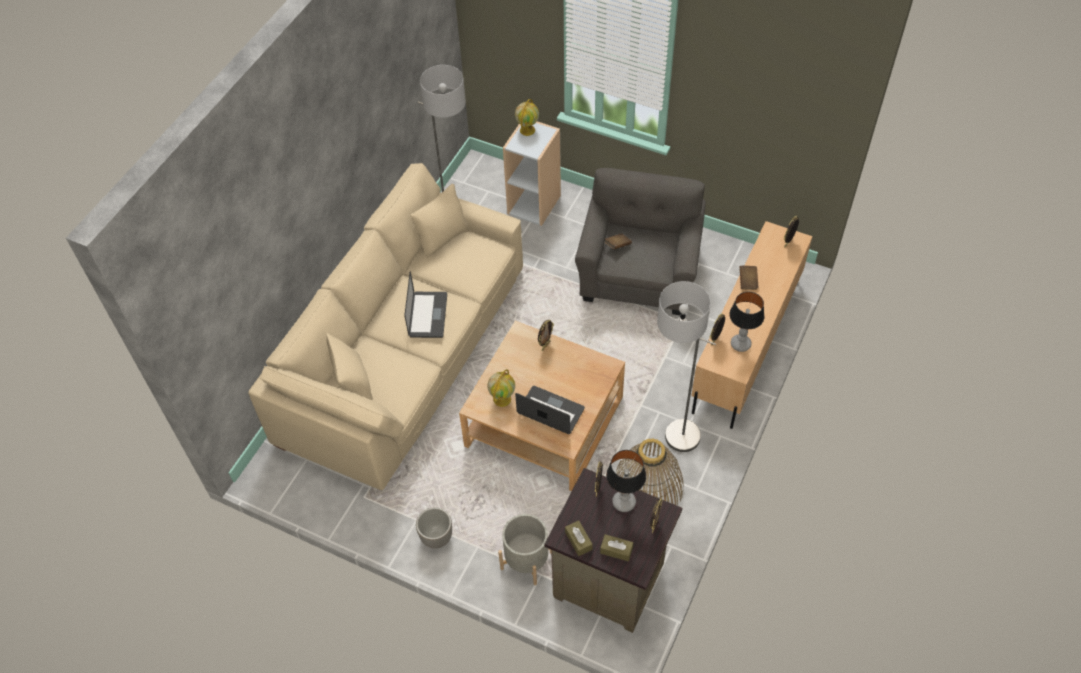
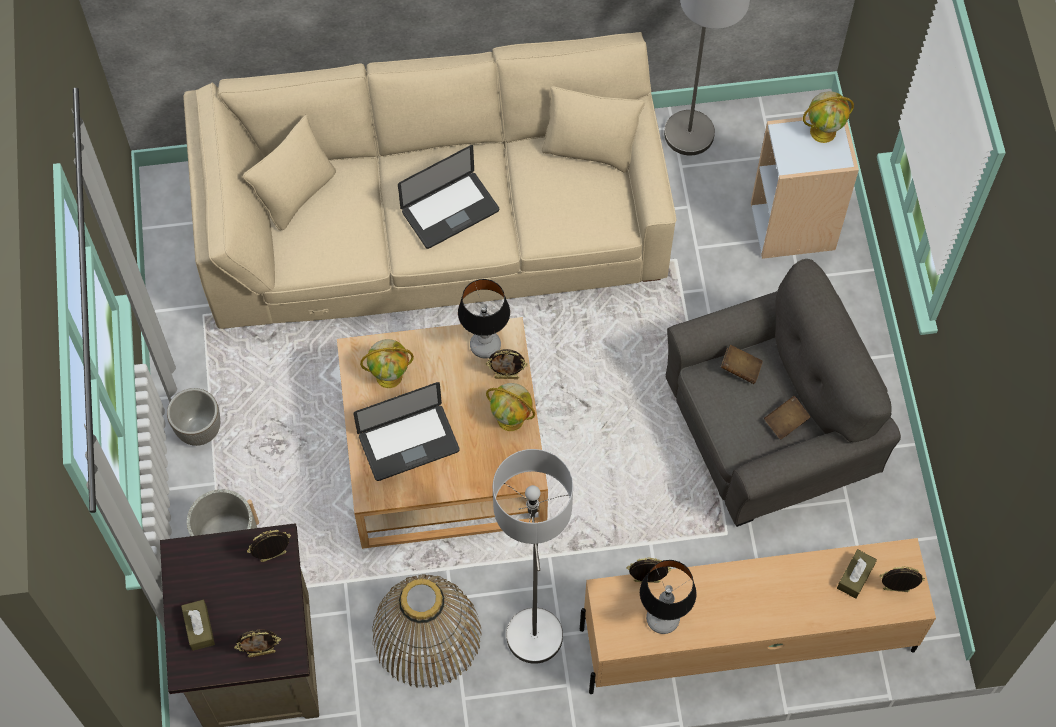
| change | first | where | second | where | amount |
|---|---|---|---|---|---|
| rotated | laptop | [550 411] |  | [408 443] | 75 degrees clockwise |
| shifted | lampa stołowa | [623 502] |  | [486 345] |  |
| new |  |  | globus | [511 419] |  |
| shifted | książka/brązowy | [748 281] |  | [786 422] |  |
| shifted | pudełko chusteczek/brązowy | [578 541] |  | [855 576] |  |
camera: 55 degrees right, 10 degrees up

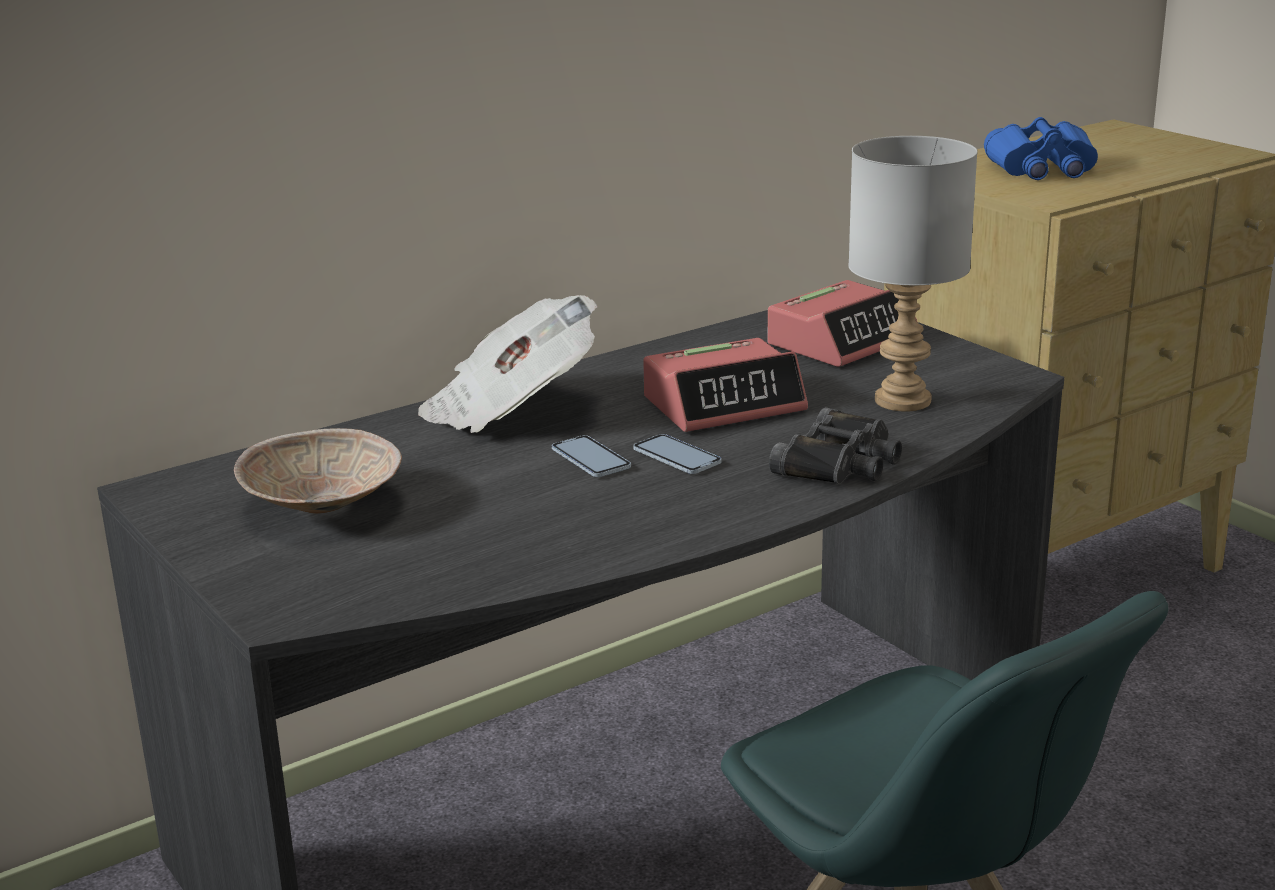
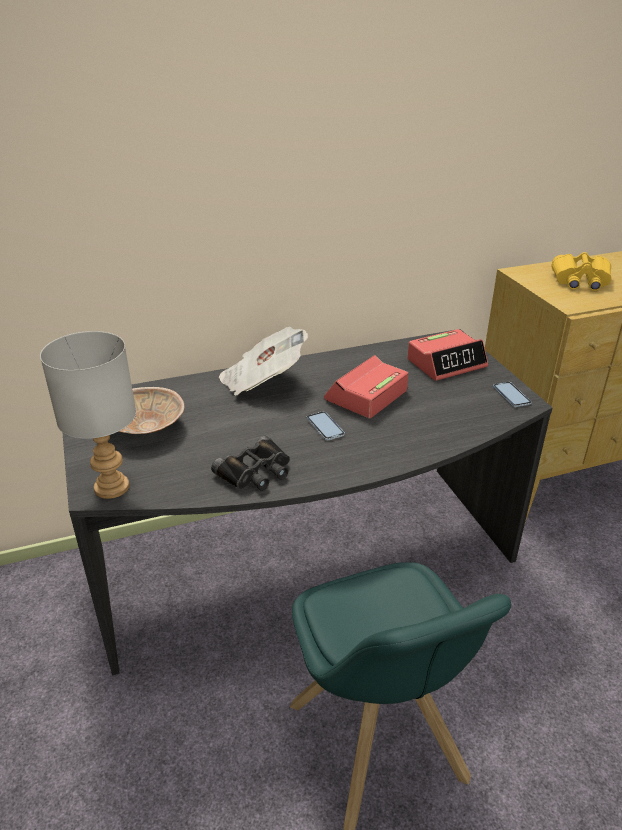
| change | first | where | second | where | amount |
|---|---|---|---|---|---|
| shifted | lampa stołowa/szary | [901 401] |  | [110 487] |  |
| shifted | lornetka/czarny | [840 462] |  | [256 471] |  |
| rotated | budzik | [724 404] |  | [366 396] | 135 degrees clockwise |
| shifted | telefon | [591 459] |  | [511 395] |  |
| repainted | lornetka/niebieski | [1042 169] | lornetka/żółty | [580 281] |  |
camera: 15 degrees right, 10 degrees up

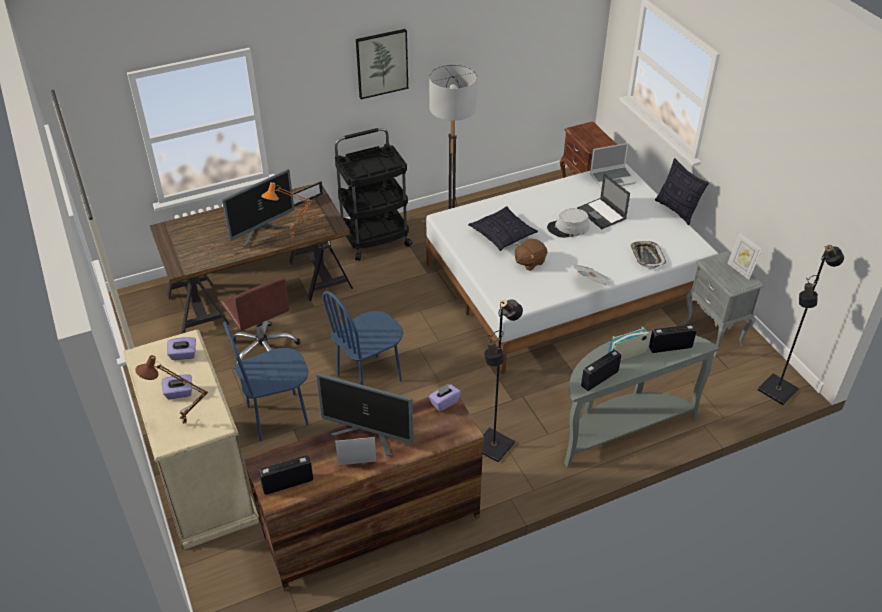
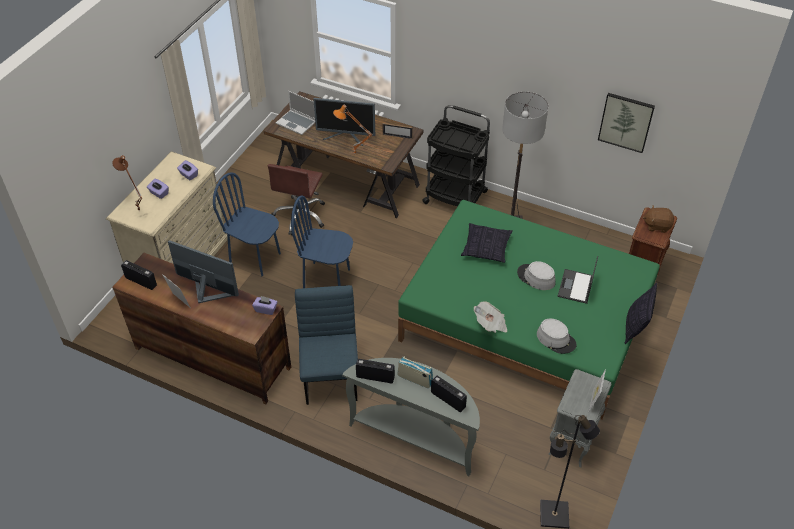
| change | first | where | second | where | amount |
|---|---|---|---|---|---|
| rotated | monitor | [369 436] |  | [207 292] | 135 degrees clockwise |
| shifted | laptop | [613 178] |  | [297 123] |  |
| swapped | lampa stojąca/czarny | [493 445] | krzesło/niebieski | [331 375] |  |
| repainted | łóżko/biały | [563 284] | łóżko/zielony | [525 321] |  |
| swapped | taca | [647 256] | kapelusz/szary | [556 339] |  |
| shifted | obraz | [381 63] |  | [626 122] |  |
| shifted | pluszak/brązowy | [529 262] |  | [657 225] |  |
camera: 50 degrees right, 5 degrees up

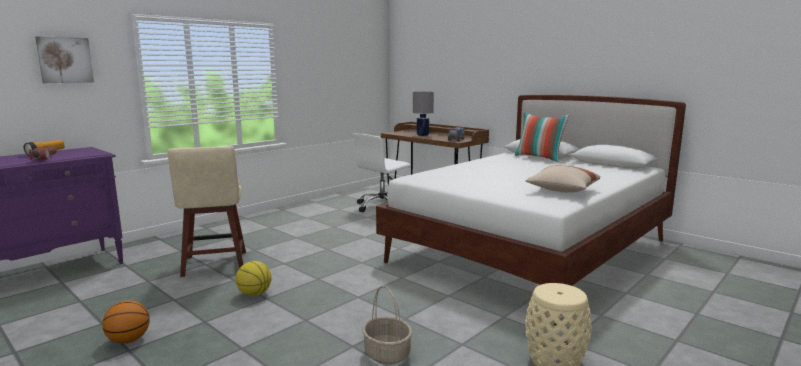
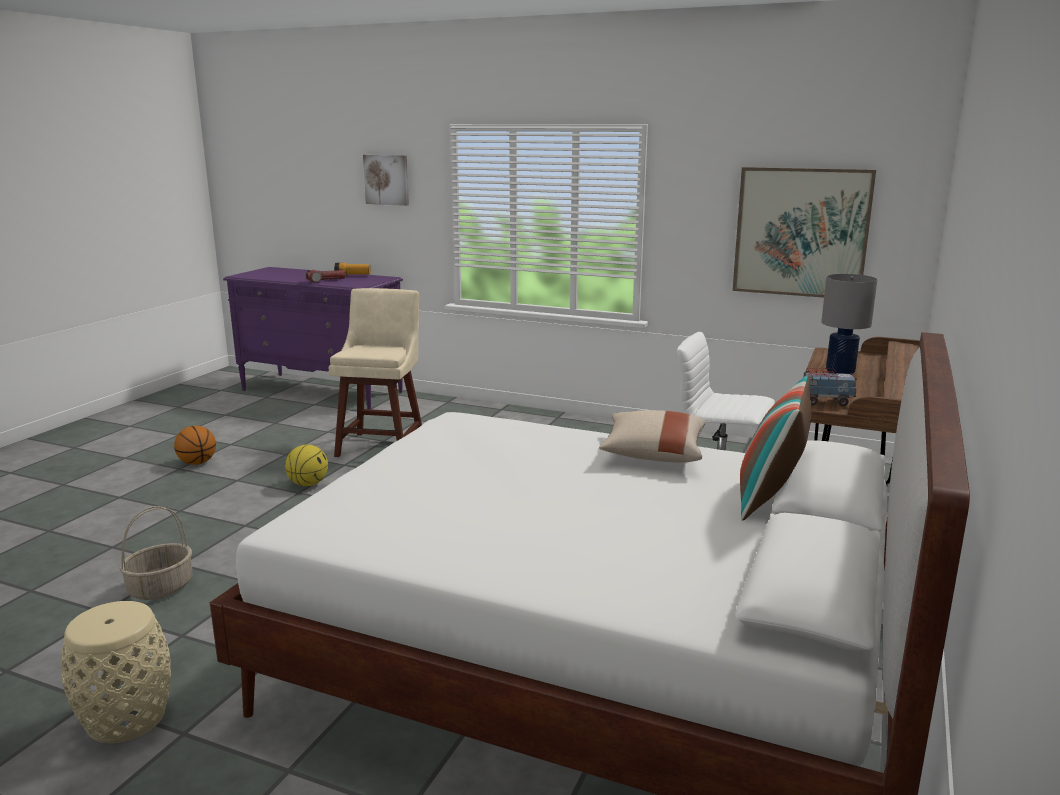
| change | first | where | second | where | amount |
|---|---|---|---|---|---|
| rotated | krzesło/beżowy | [214 265] |  | [383 445] | 135 degrees clockwise |
| shifted | poduszka/beżowy | [562 191] |  | [653 454] |  |
| new |  |  | obraz | [801 232] |  |
camera: 70 degrees right, 5 degrees up

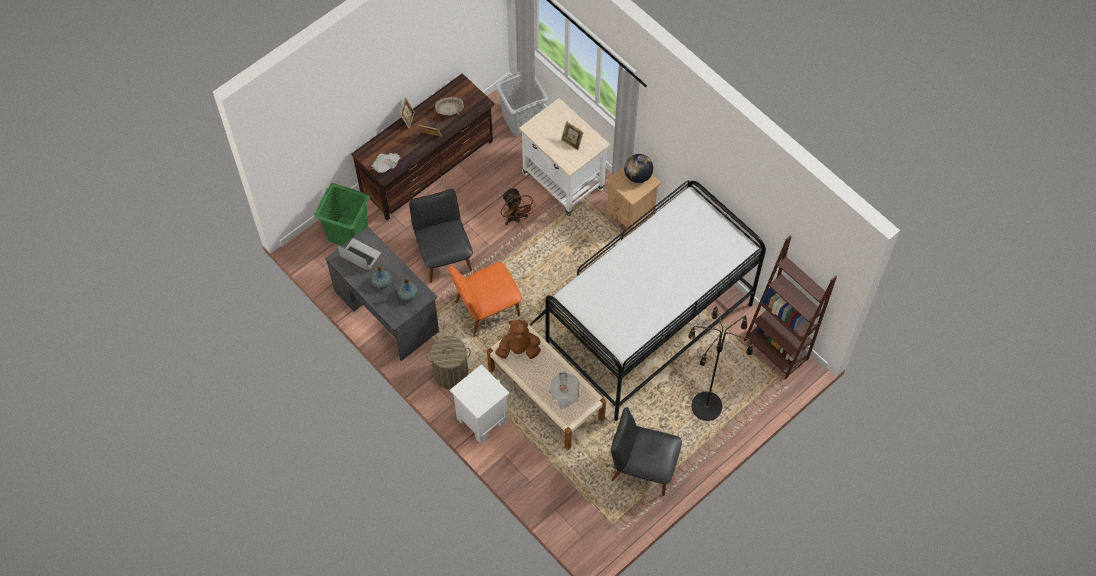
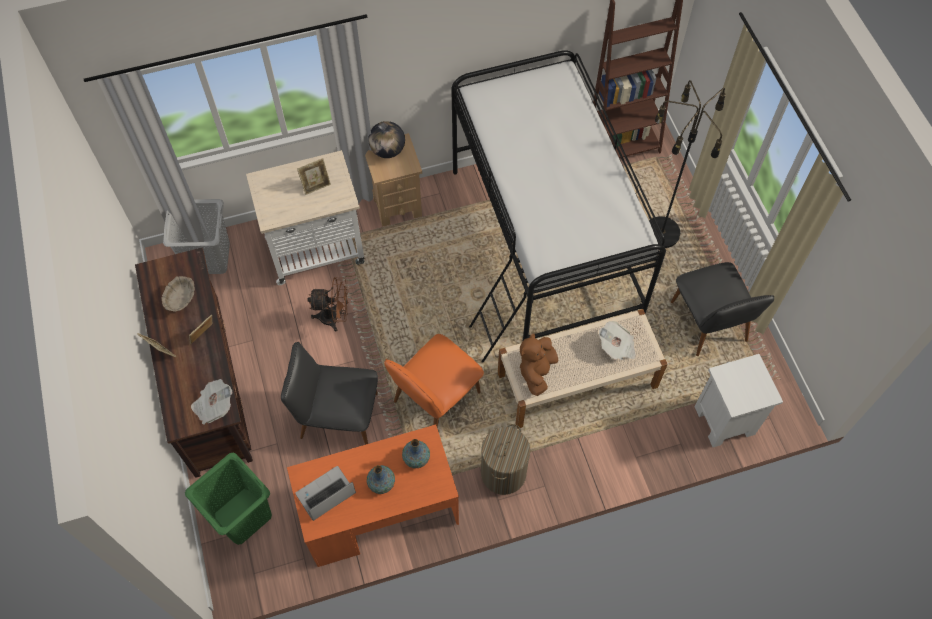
| change | first | where | second | where | amount |
|---|---|---|---|---|---|
| repainted | biurko/szary | [386 311] | biurko/pomarańczowy | [380 513] |  |
| rotated | krzesło/pomarańczowy | [487 309] |  | [437 397] | 45 degrees clockwise |
| rotated | krzesło/czarny | [643 467] |  | [708 321] | 60 degrees counterclockwise |
| shifted | szafka nocna/biały | [482 419] |  | [723 419] |  |
camera: 65 degrees left, 0 degrees up

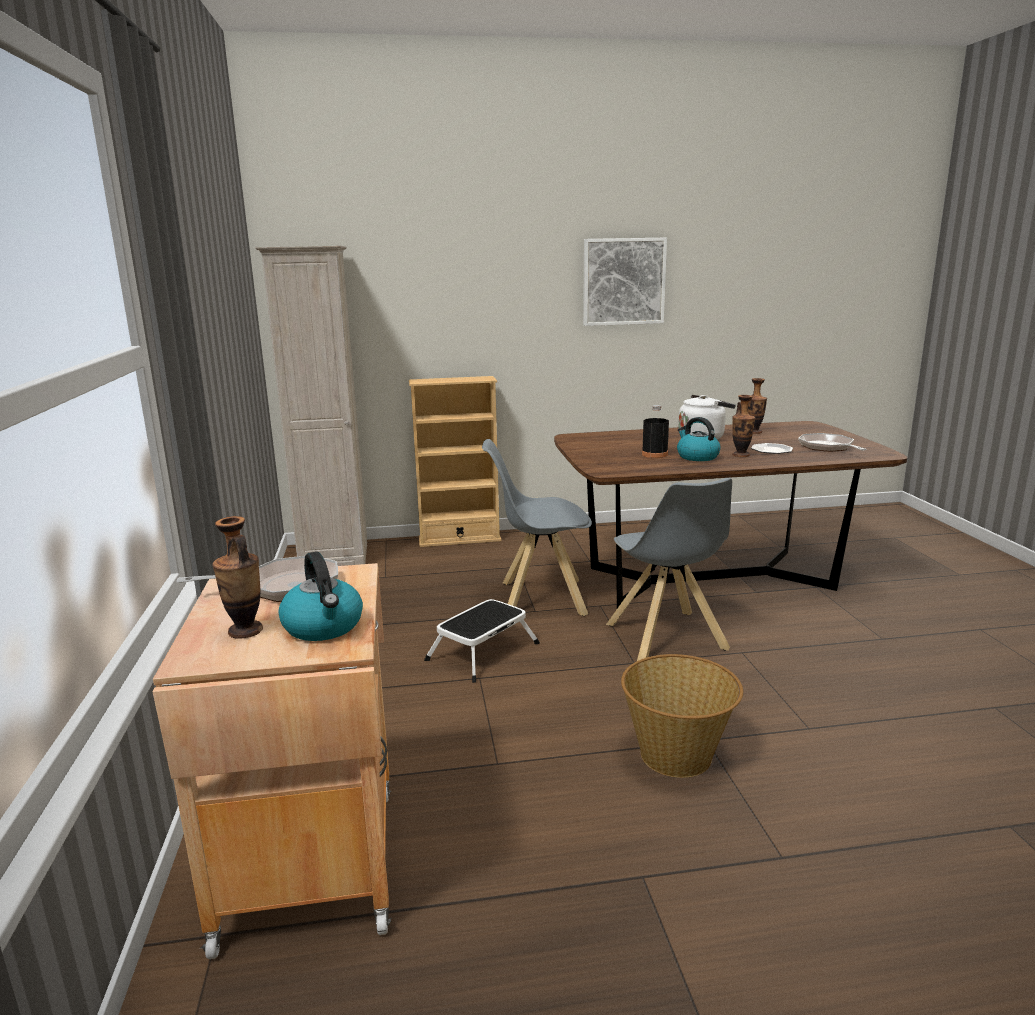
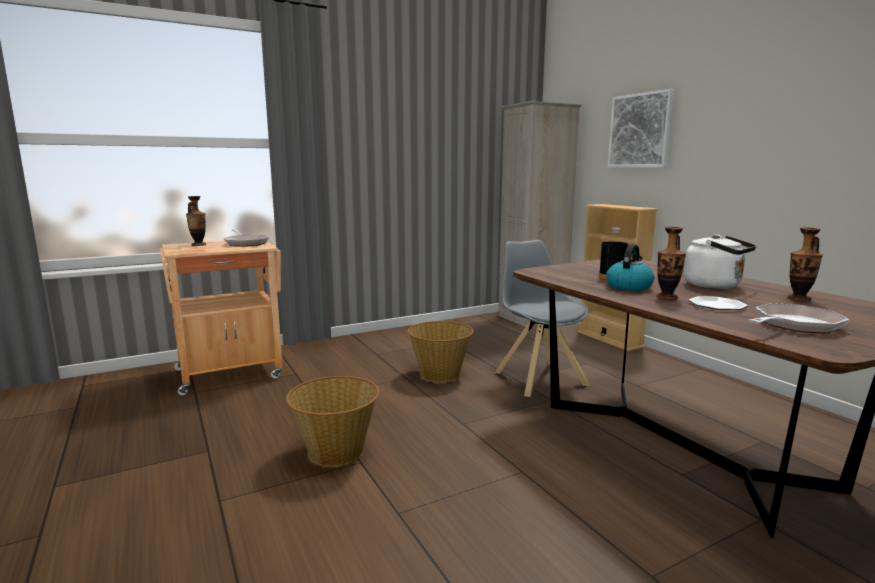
| change | first | where | second | where | amount |
|---|---|---|---|---|---|
| swapped | drabinka/czarny | [483 652] | koszyk | [440 374] |  |
| shifted | obraz | [623 282] |  | [640 131] |  |
| gone | czajnik | [324 627] |  |  |  |
| gone | krzesło/szary | [667 638] |  |  |  |
camera: 70 degrees right, 5 degrees down

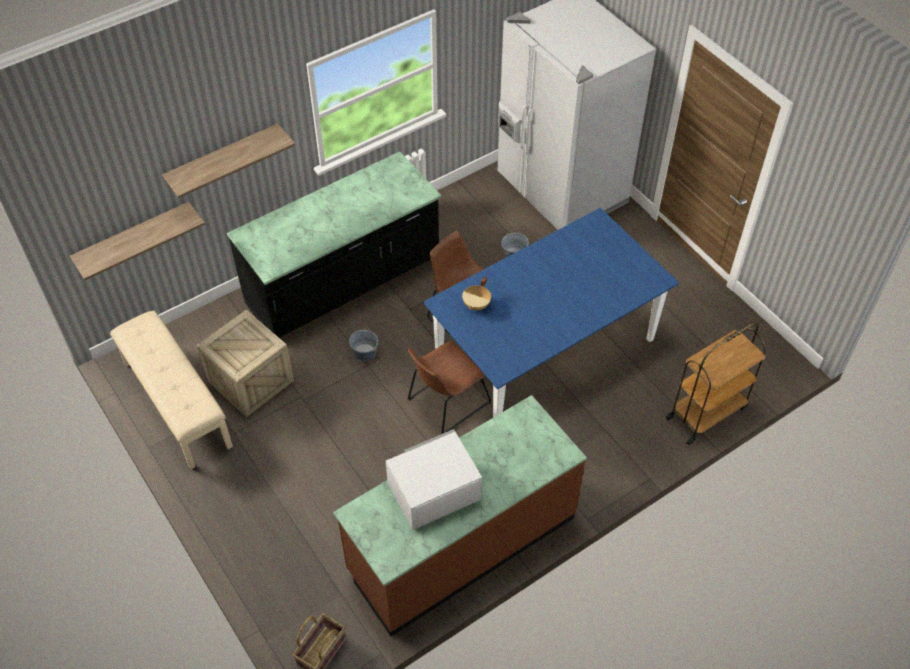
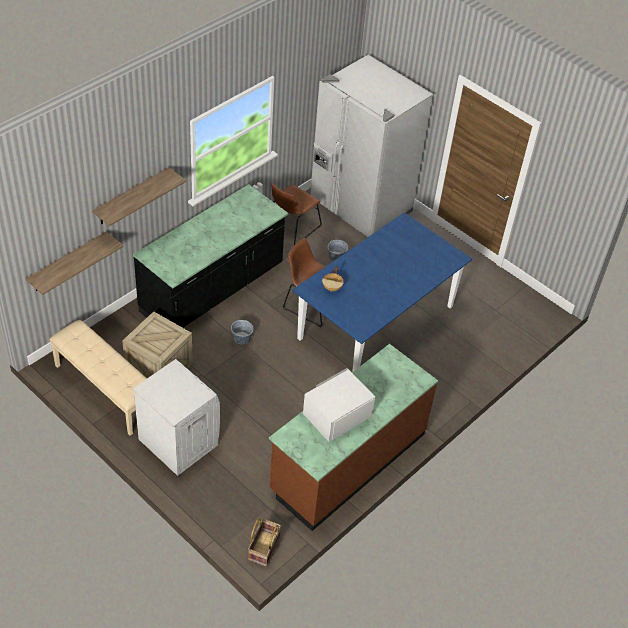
| change | first | where | second | where | amount |
|---|---|---|---|---|---|
| new |  |  | pralka/biały | [178 442] |  |
| shifted | krzesło/brązowy | [446 403] |  | [292 228] |  |
| gone | wózek/brązowy | [707 413] |  |  |  |
camera: 15 degrees left, 5 degrees down

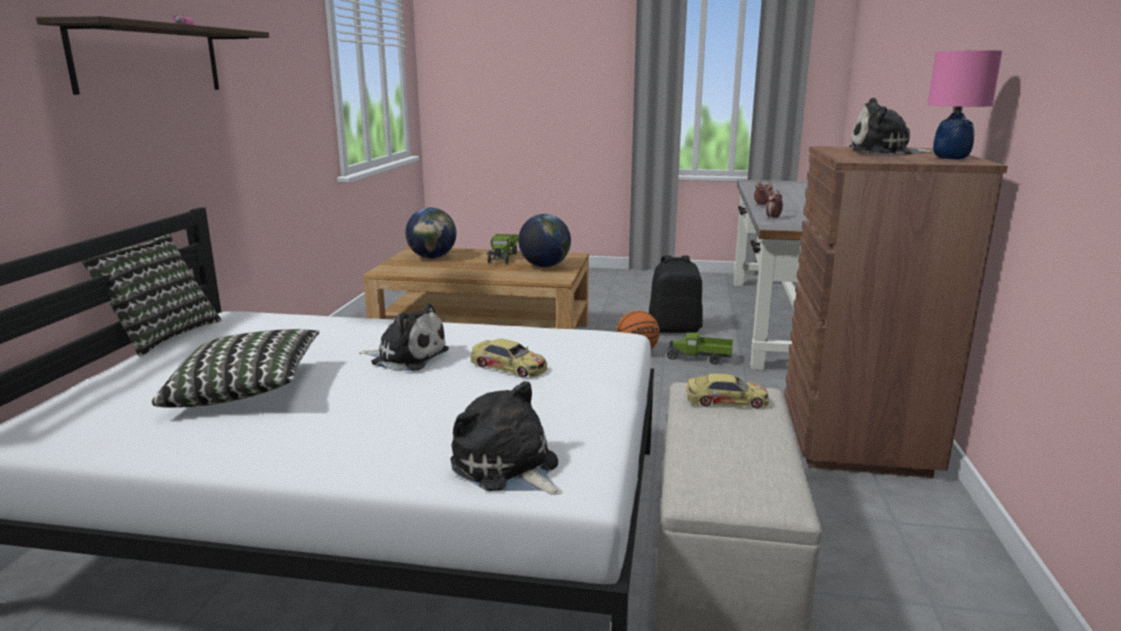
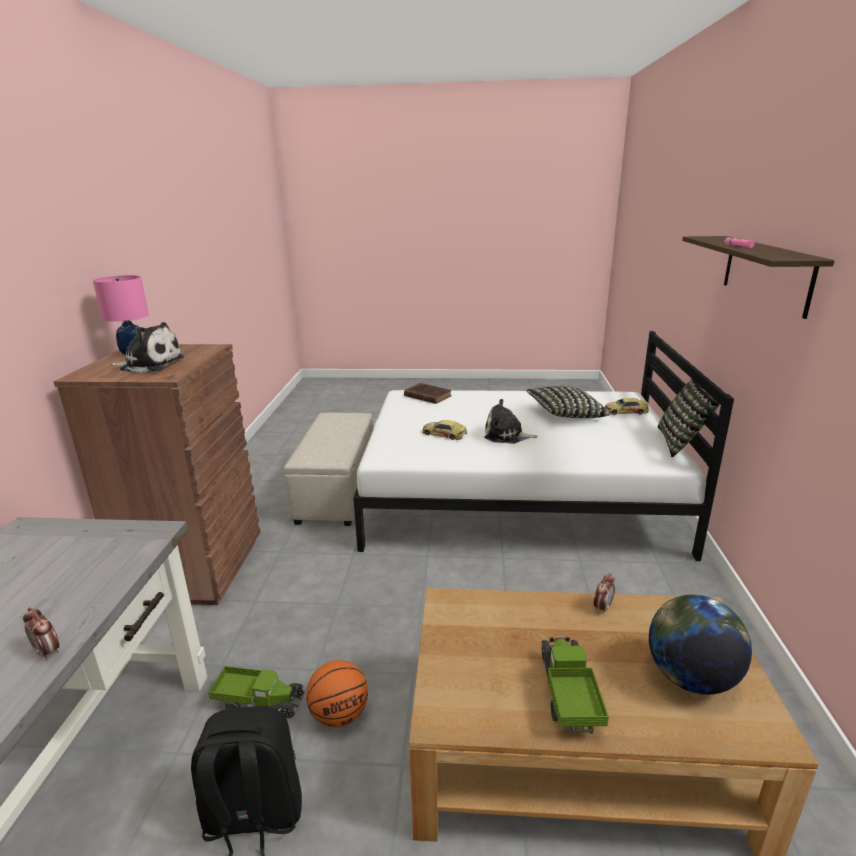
| change | first | where | second | where | amount |
|---|---|---|---|---|---|
| swapped | pluszak | [508 468] | książka/brązowy | [426 396] |  |
| shifted | budzik | [773 218] |  | [602 607] |  |
| shifted | samochodzik | [726 400] |  | [625 411] |  |
| gone | globus | [545 266] |  |  |  |
camera: 175 degrees right, 5 degrees up

